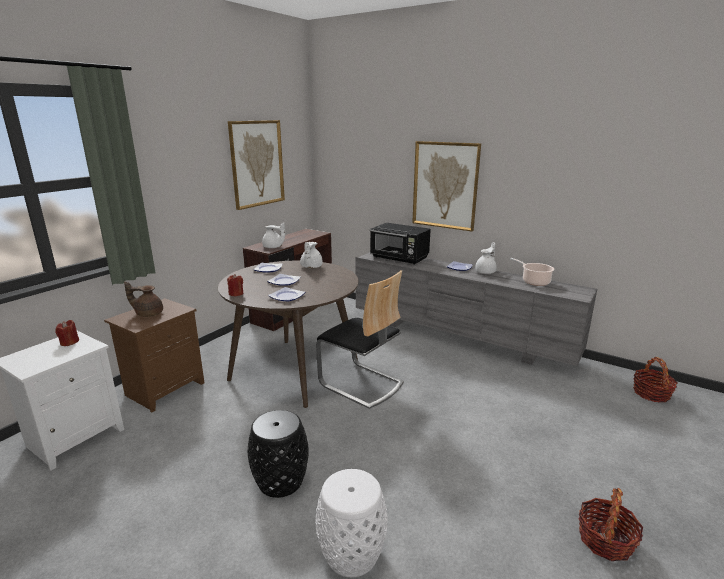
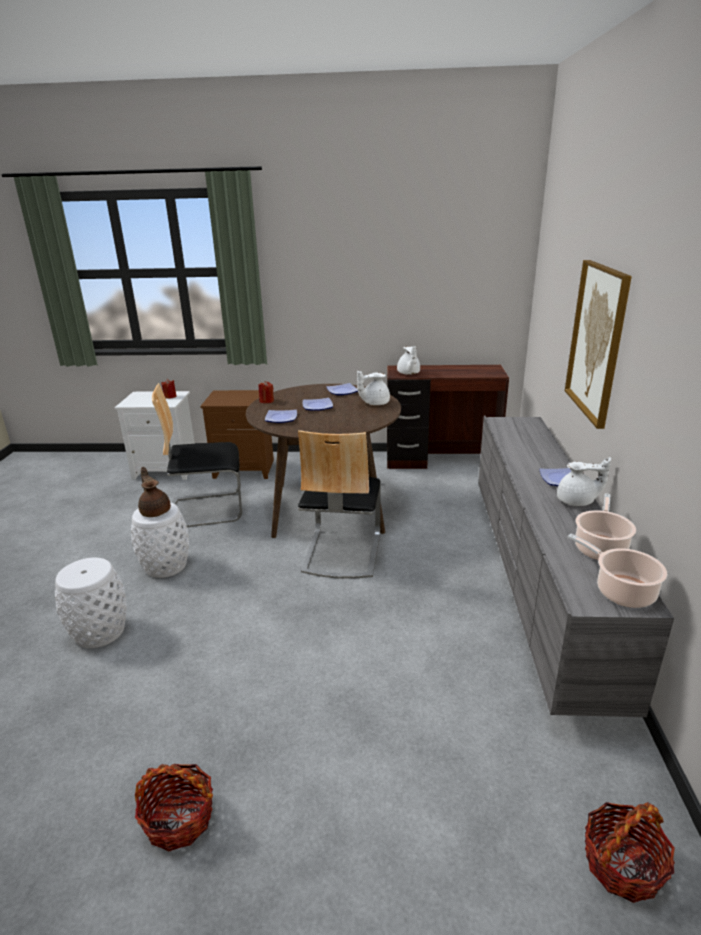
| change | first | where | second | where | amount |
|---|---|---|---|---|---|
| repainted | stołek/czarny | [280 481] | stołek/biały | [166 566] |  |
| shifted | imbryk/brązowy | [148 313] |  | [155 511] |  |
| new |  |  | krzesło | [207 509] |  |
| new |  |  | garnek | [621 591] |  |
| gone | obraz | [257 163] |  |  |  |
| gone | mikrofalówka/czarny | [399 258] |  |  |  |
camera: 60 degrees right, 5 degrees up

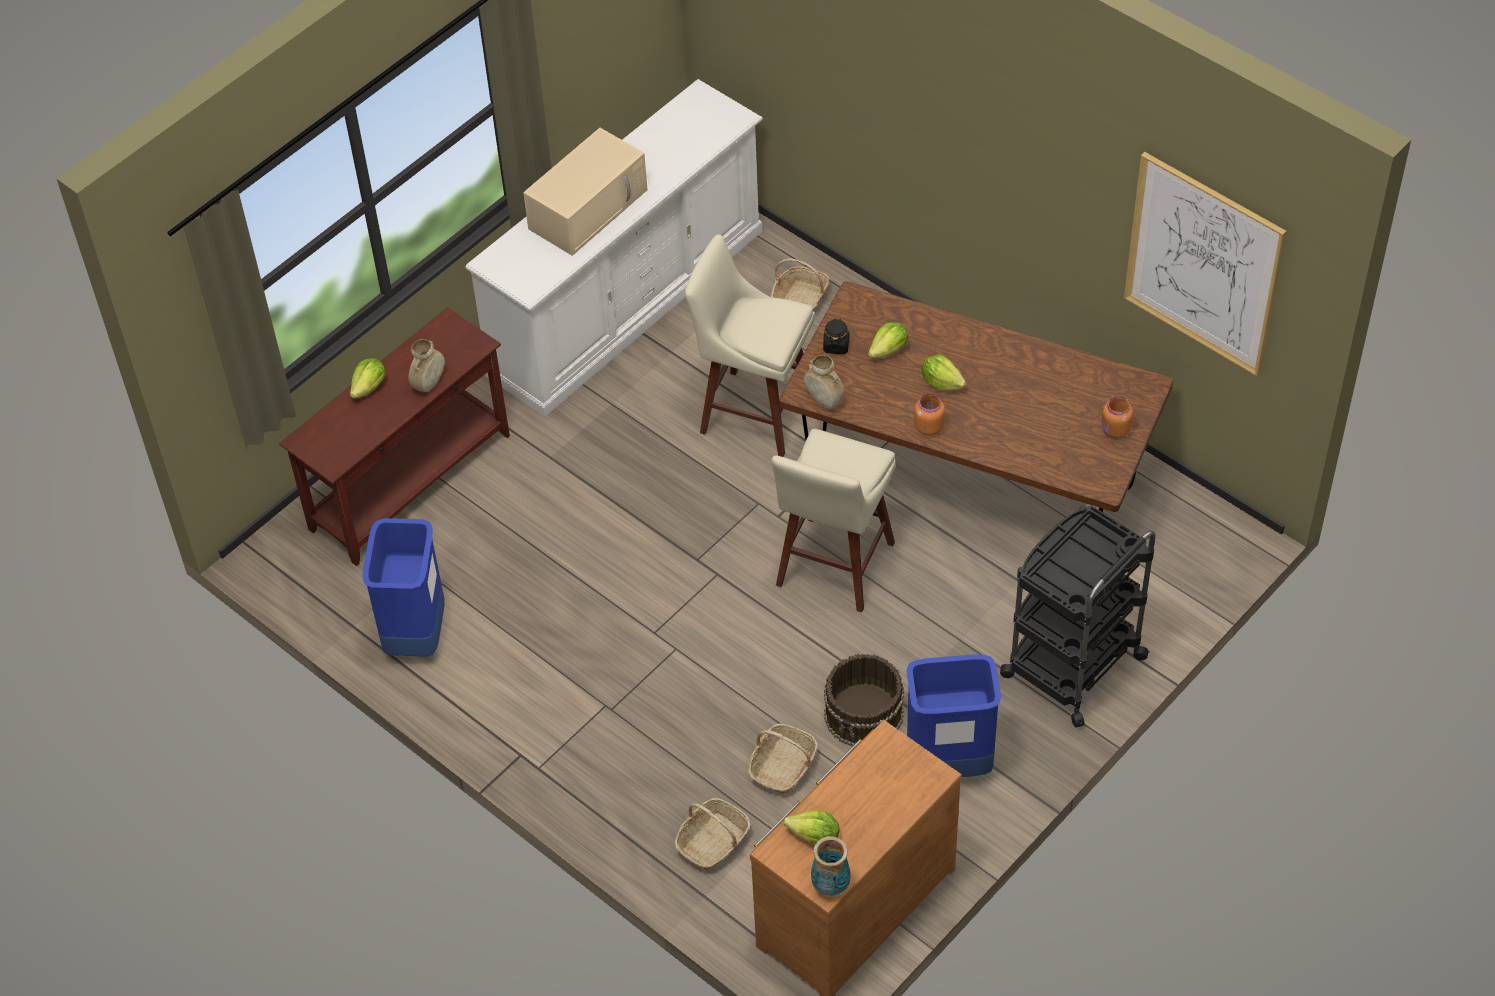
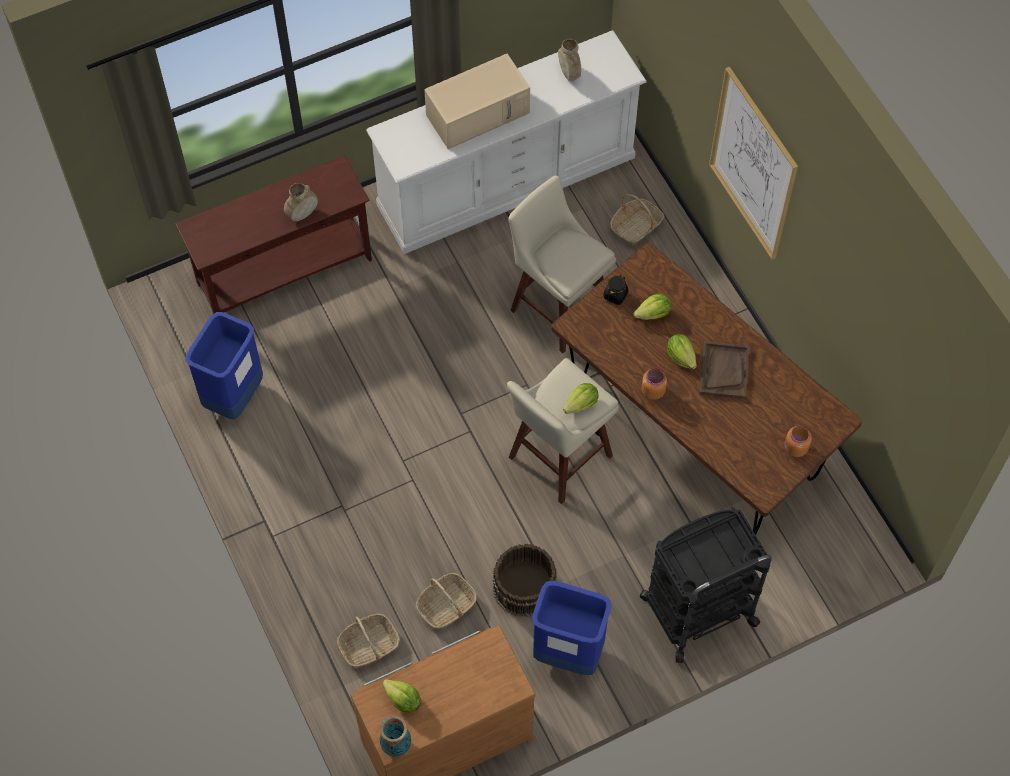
| change | first | where | second | where | amount |
|---|---|---|---|---|---|
| shifted | wazon/beżowy | [824 401] |  | [569 73] |  |
| shifted | sałata | [369 387] |  | [581 404] |  |
| new |  |  | taca/brązowy | [724 371] |  |
| shifted | obraz | [1203 264] |  | [753 164] |  |
camera: 20 degrees right, 10 degrees up

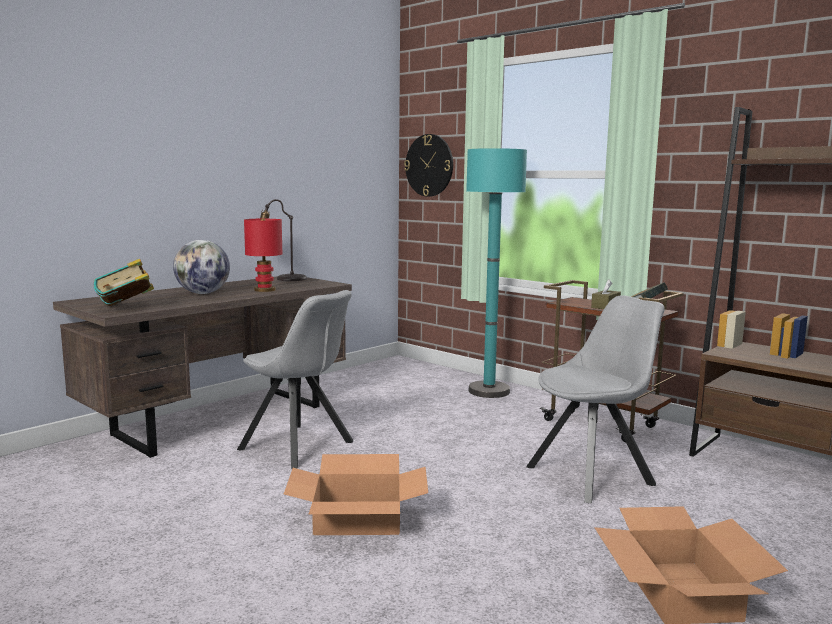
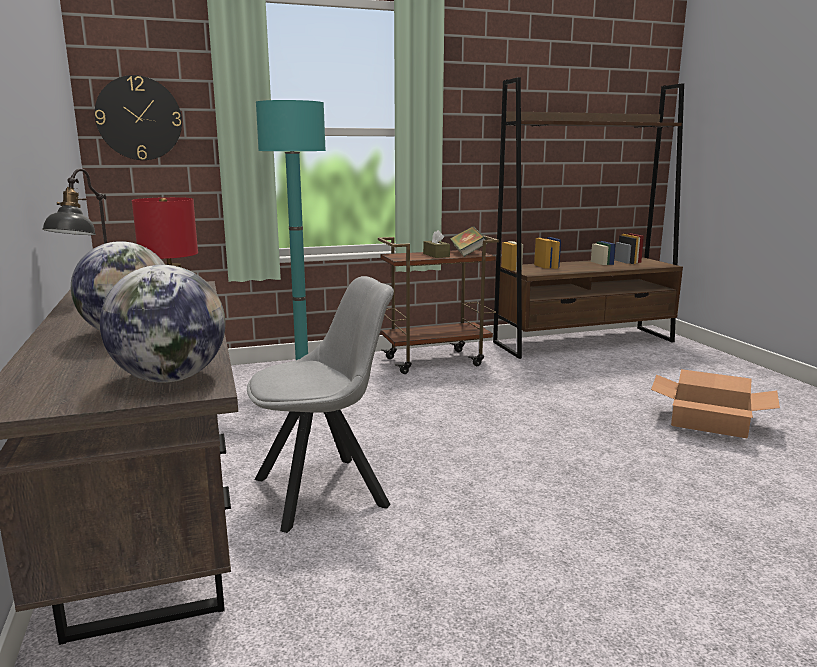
| change | first | where | second | where | amount |
|---|---|---|---|---|---|
| swapped | książka | [126 308] | globus | [170 378] |  |
| gone | karton | [358 519] |  |  |  |
| gone | krzesło/szary | [592 475] |  |  |  |
camera: 60 degrees left, 5 degrees up

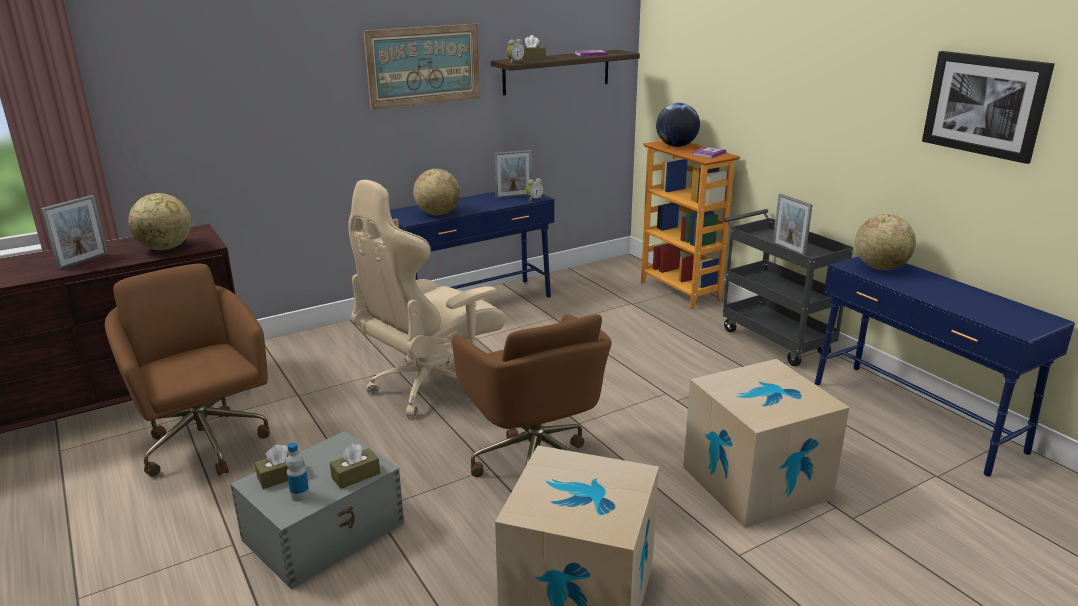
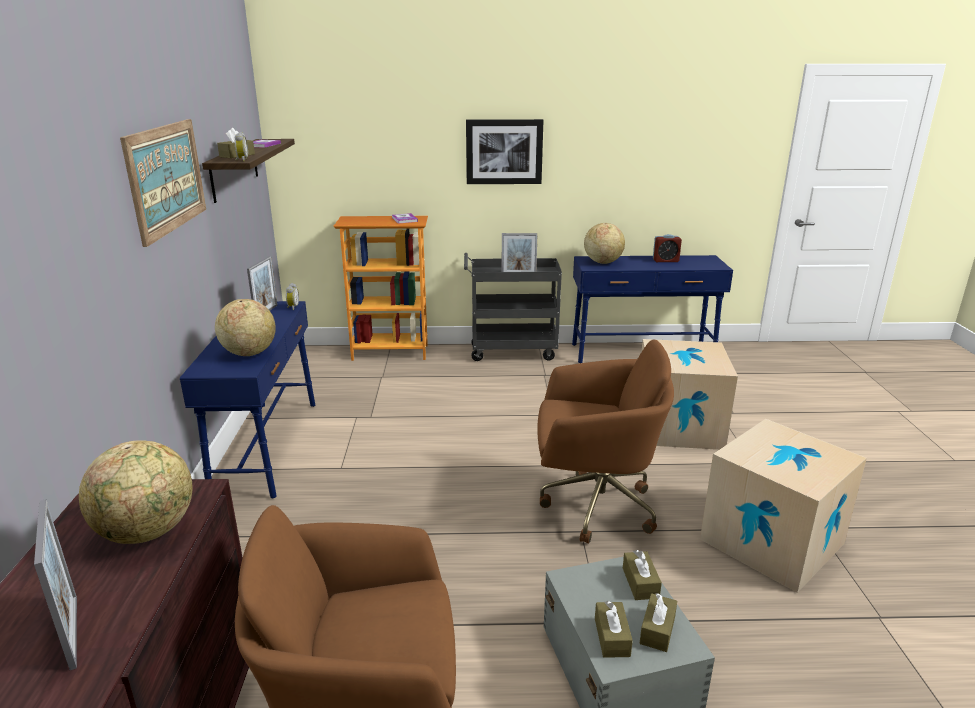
| change | first | where | second | where | amount |
|---|---|---|---|---|---|
| shifted | obraz | [985 105] |  | [504 152] |  |
| swapped | butelka | [300 495] | pudełko chusteczek/brązowy | [657 630] |  |
| new |  |  | budzik | [665 260] |  |
| gone | krzesło biurowe/beżowy | [433 385] |  |  |  |
| gone | globus | [676 146] |  |  |  |
camera: 60 degrees left, 0 degrees up

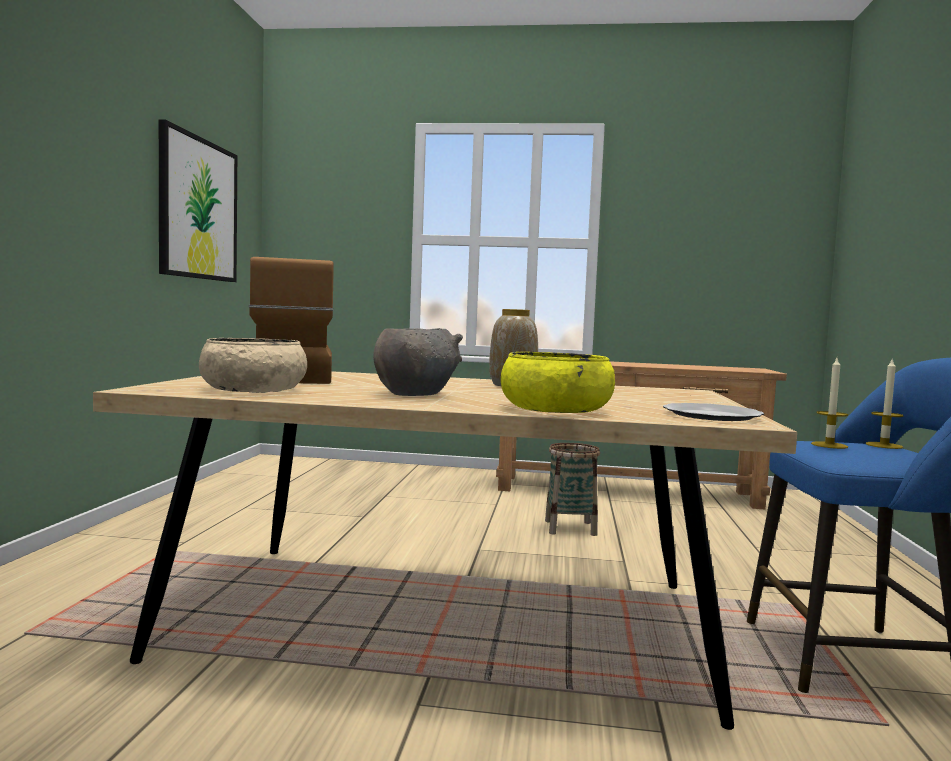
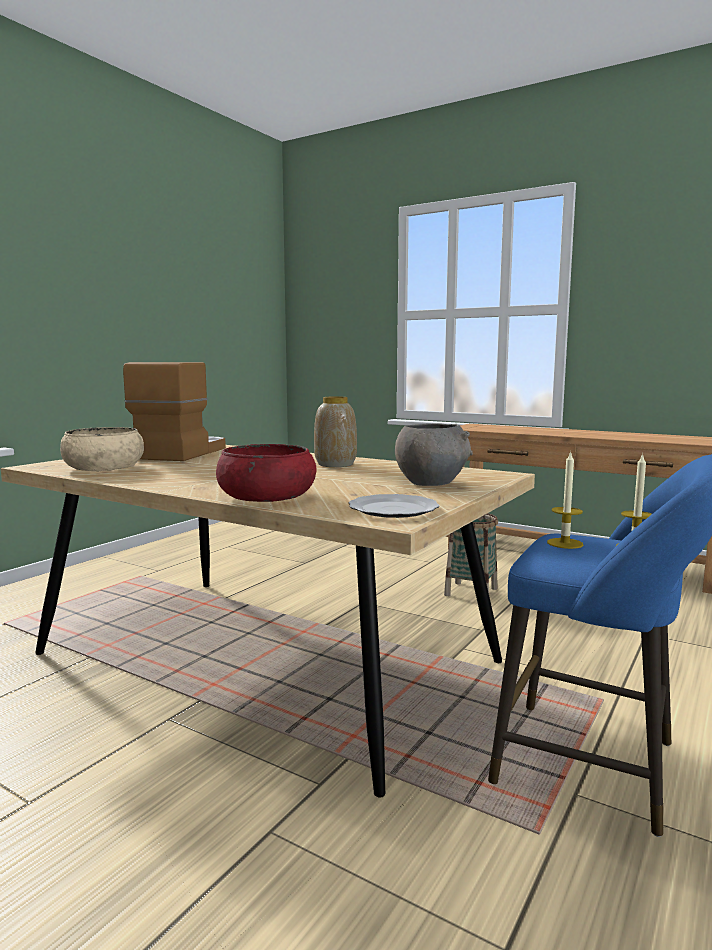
| change | first | where | second | where | amount |
|---|---|---|---|---|---|
| repainted | miska/żółty | [555 410] | miska/czerwony | [266 496] |  |
| shifted | miska/szary | [415 394] |  | [431 483] |  |
| gone | obraz | [198 209] |  |  |  |
camera: 25 degrees right, 5 degrees up

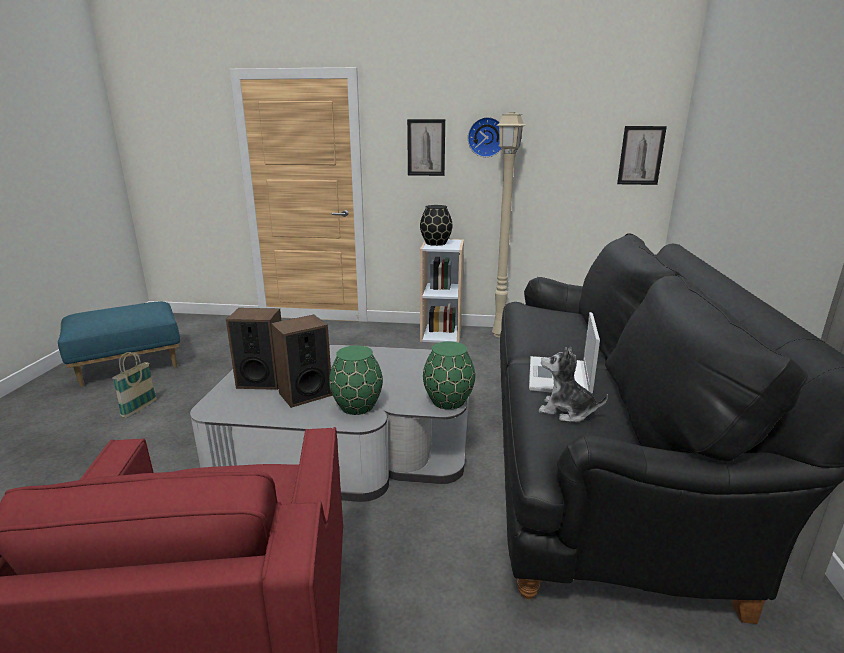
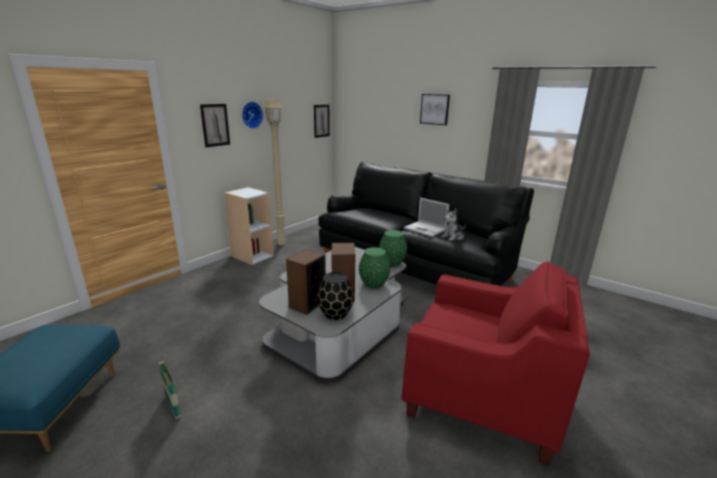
| change | first | where | second | where | amount |
|---|---|---|---|---|---|
| shifted | wazon/czarny | [435 243] |  | [335 314] |  |
| new |  |  | obraz | [434 109] |  |
camera: 60 degrees left, 0 degrees up

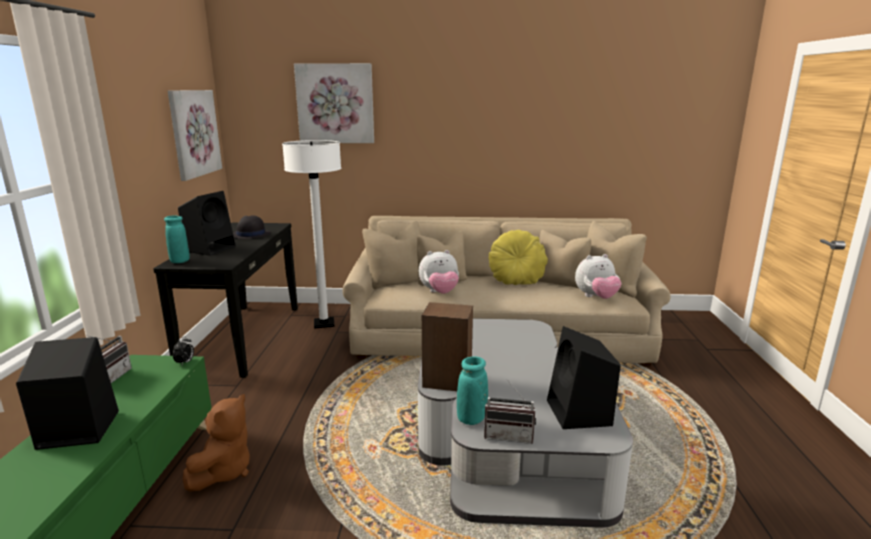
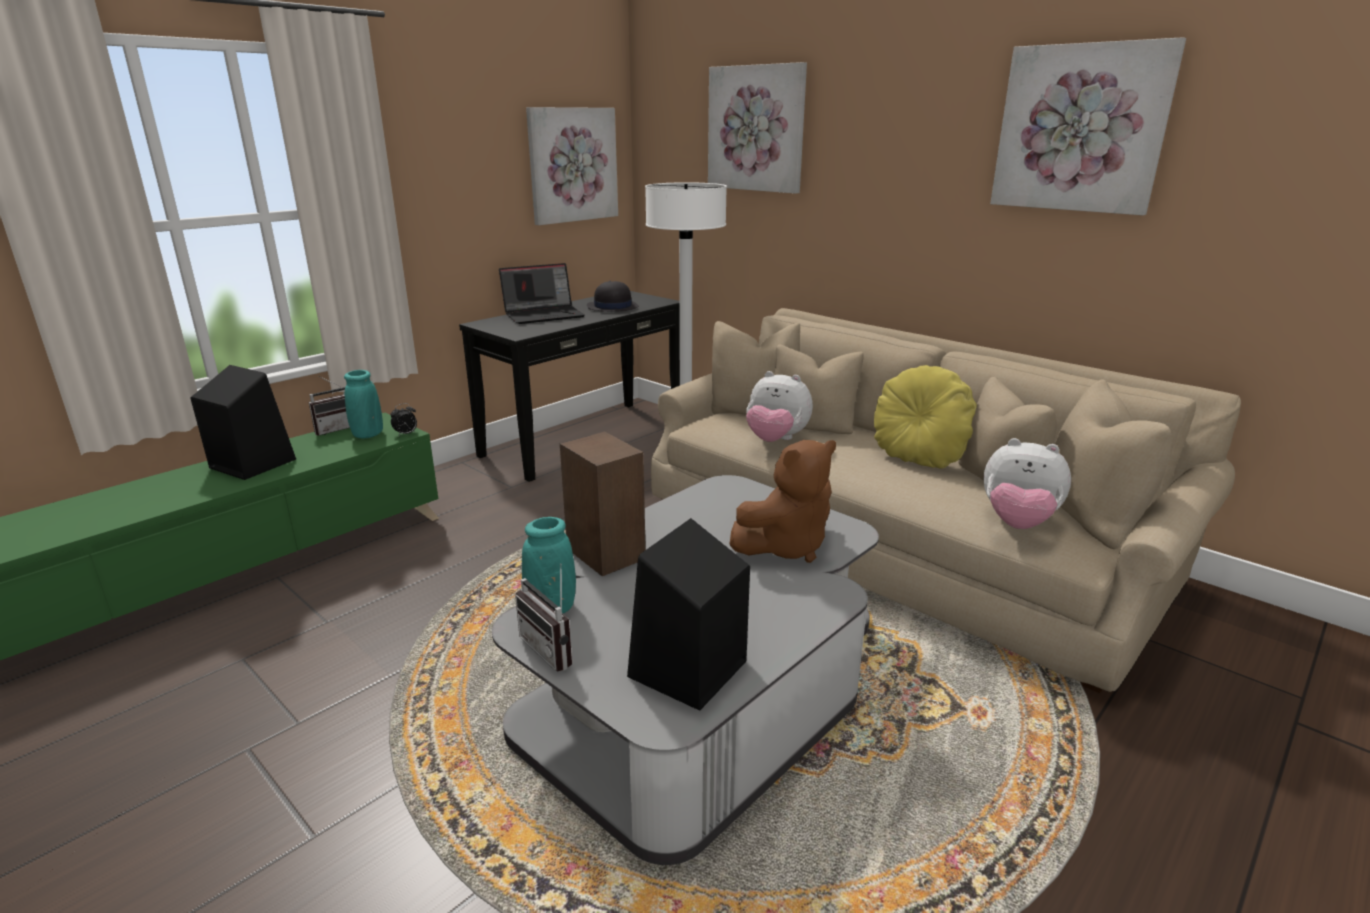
| change | first | where | second | where | amount |
|---|---|---|---|---|---|
| shifted | wazon/turkusowy | [180 261] |  | [368 435] |  |
| swapped | głośnik/czarny | [211 248] | laptop | [544 315] |  |
| shifted | pluszak/brązowy | [224 471] |  | [785 546] |  |
| new |  |  | obraz | [1081 129] |  |
camera: 40 degrees right, 5 degrees up

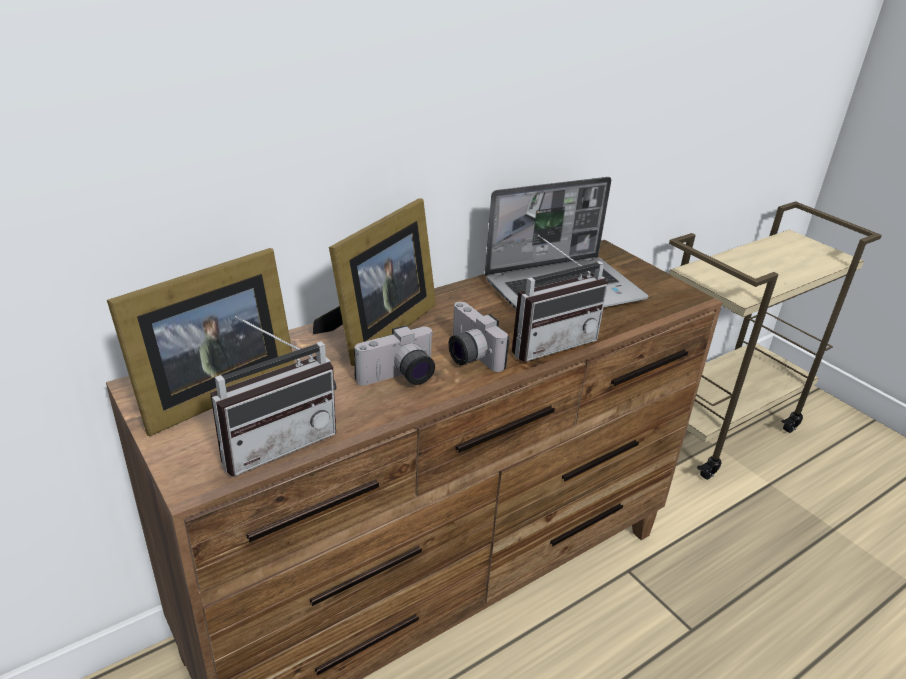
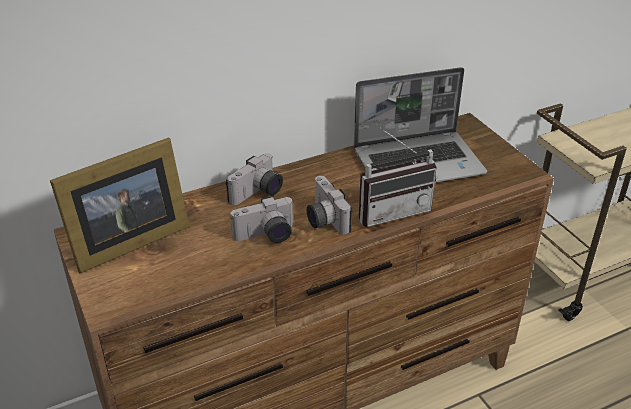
| change | first | where | second | where | amount |
|---|---|---|---|---|---|
| swapped | ramka na zdjęcie | [378 330] | aparat fotograficzny | [258 194] |  |
| gone | radio | [275 441] |  |  |  |
camera: 10 degrees right, 5 degrees up

